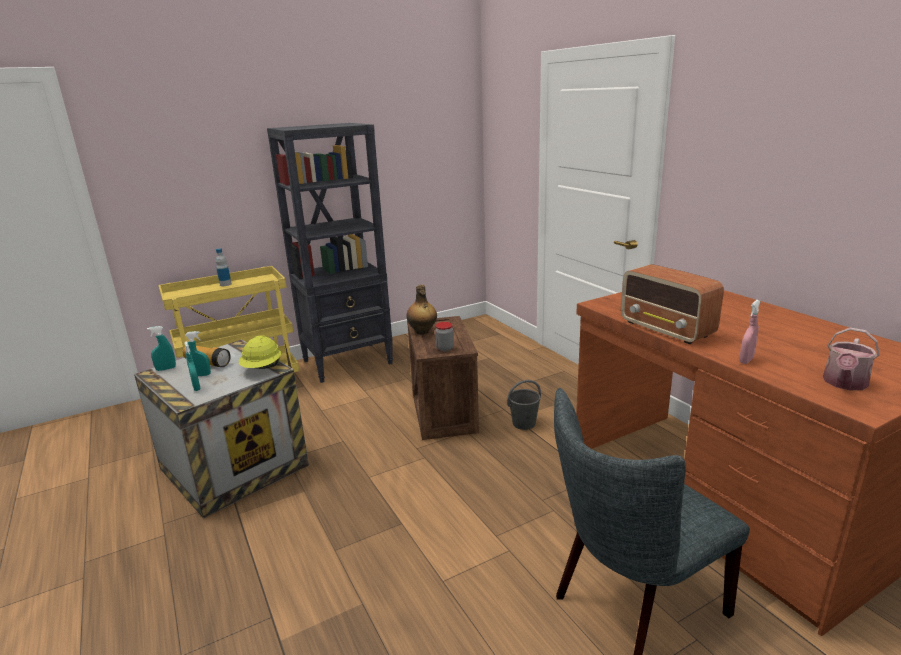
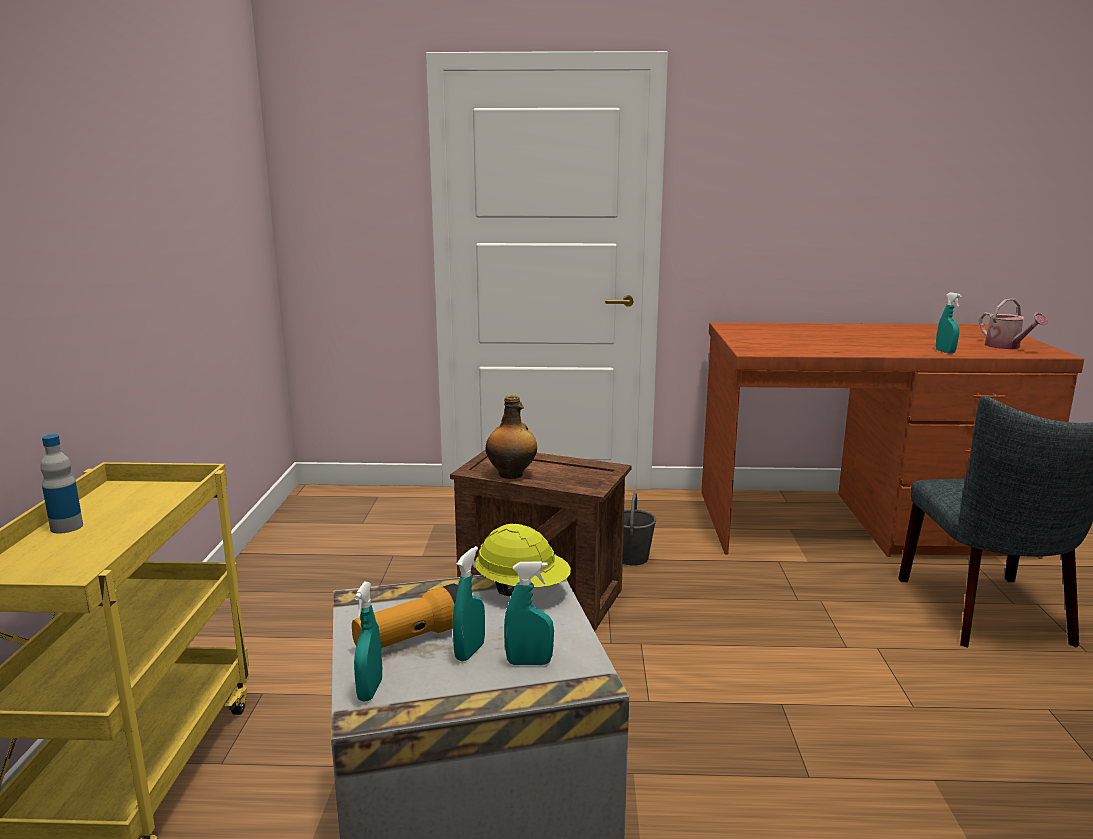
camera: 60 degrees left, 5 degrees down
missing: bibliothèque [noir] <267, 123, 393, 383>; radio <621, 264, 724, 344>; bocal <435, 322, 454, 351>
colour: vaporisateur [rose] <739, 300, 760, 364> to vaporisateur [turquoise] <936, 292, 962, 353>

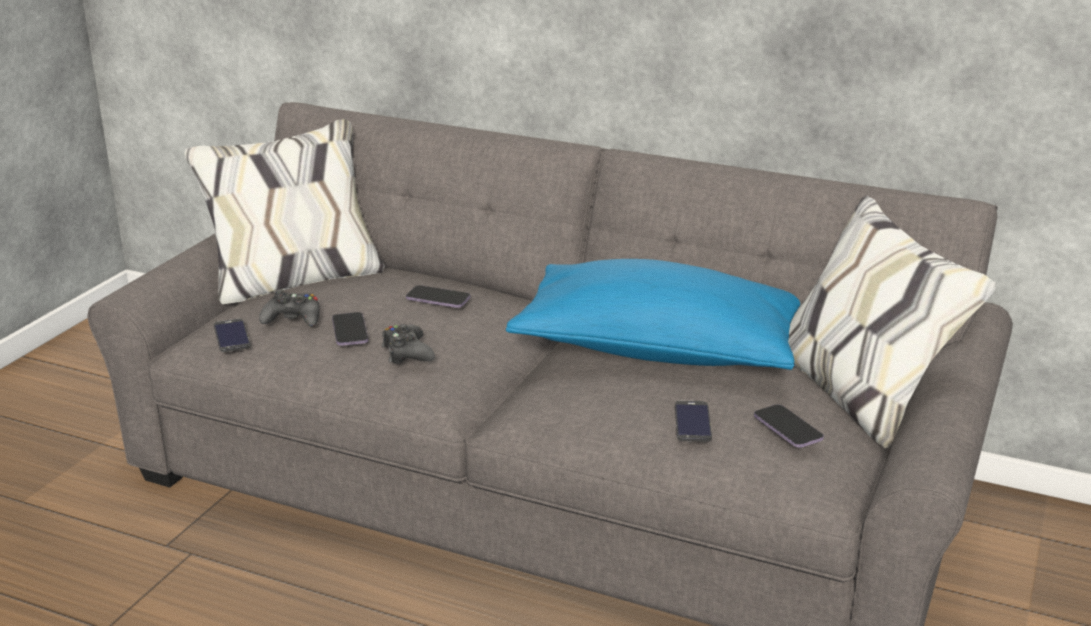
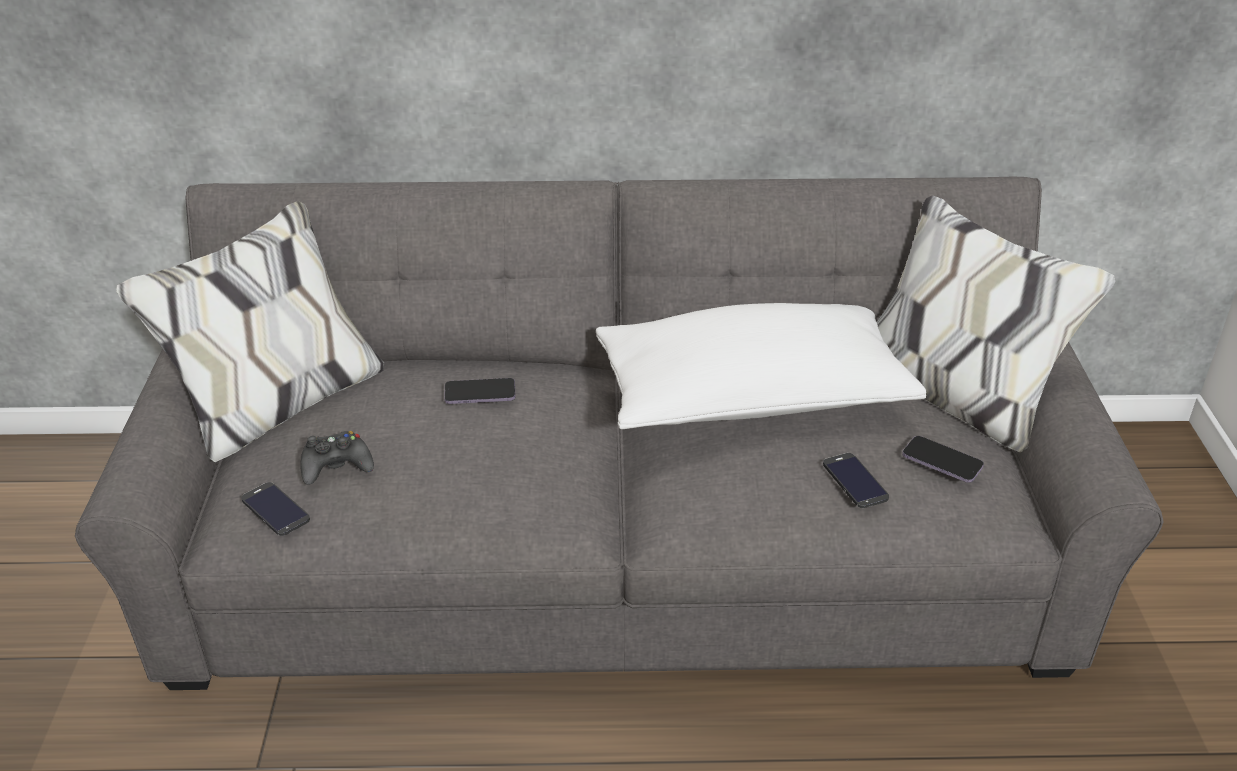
camera: 25 degrees left, 10 degrees up
missing: téléphone <332, 312, 368, 346>; manette [noir] <382, 324, 435, 364>
colour: coussin [bleu] <506, 259, 800, 370> to coussin [blanc] <596, 303, 926, 429>

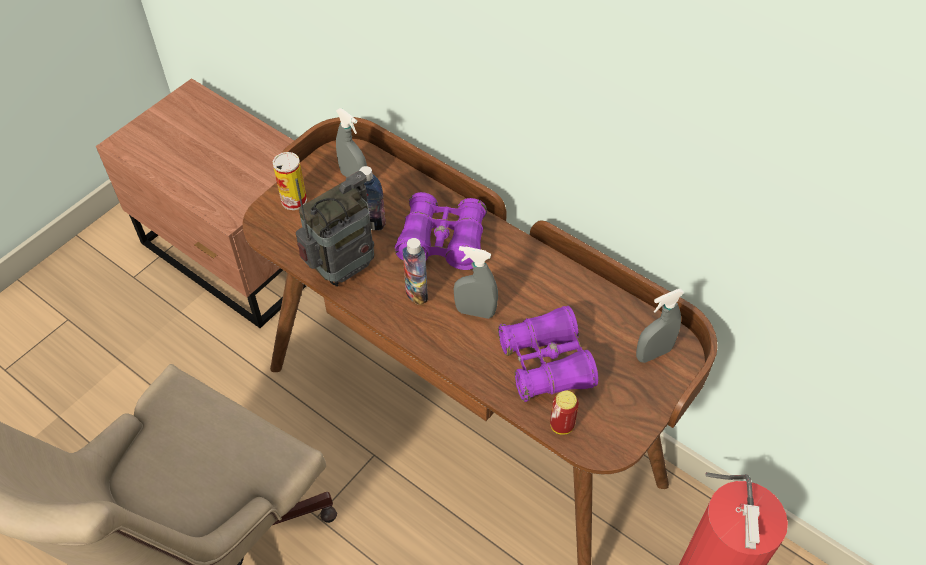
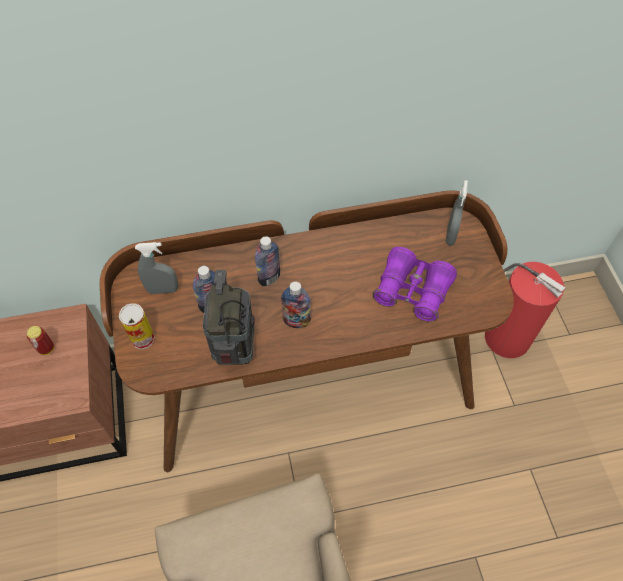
camera: 50 degrees left, 5 degrees up
missing: vaporisateur [gris] <454, 246, 498, 319>
relocated: boîte métallique <550, 391, 579, 435> to <27, 326, 54, 355>
exchanged: jumelles [violet] <395, 192, 487, 270> to bouteille <255, 236, 280, 286>

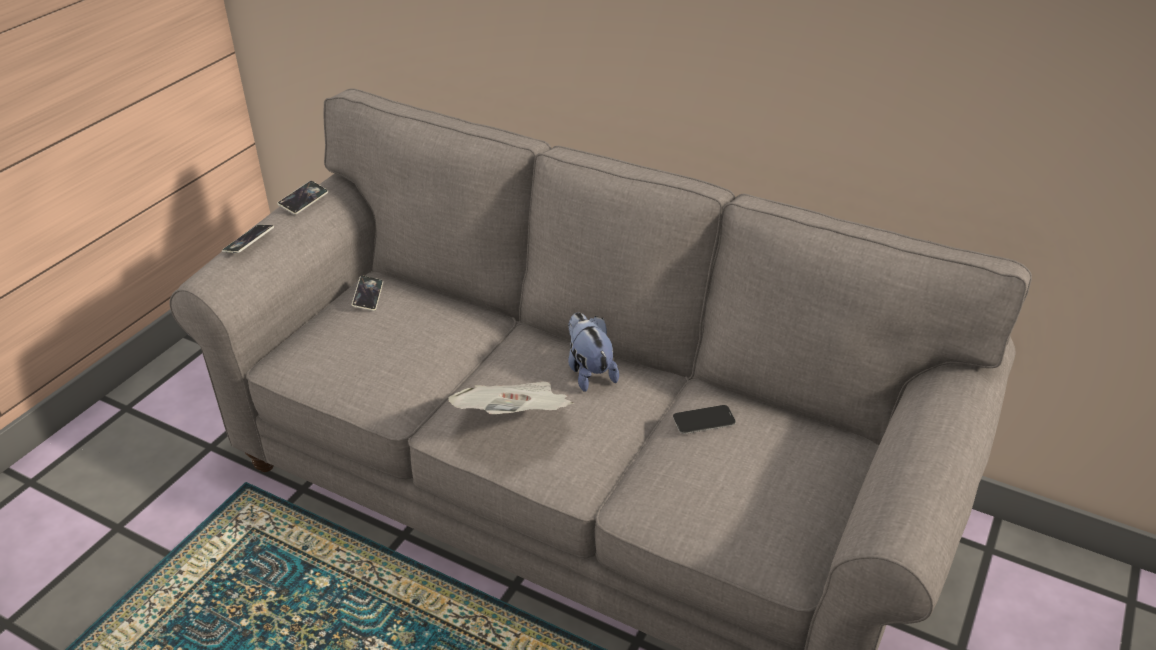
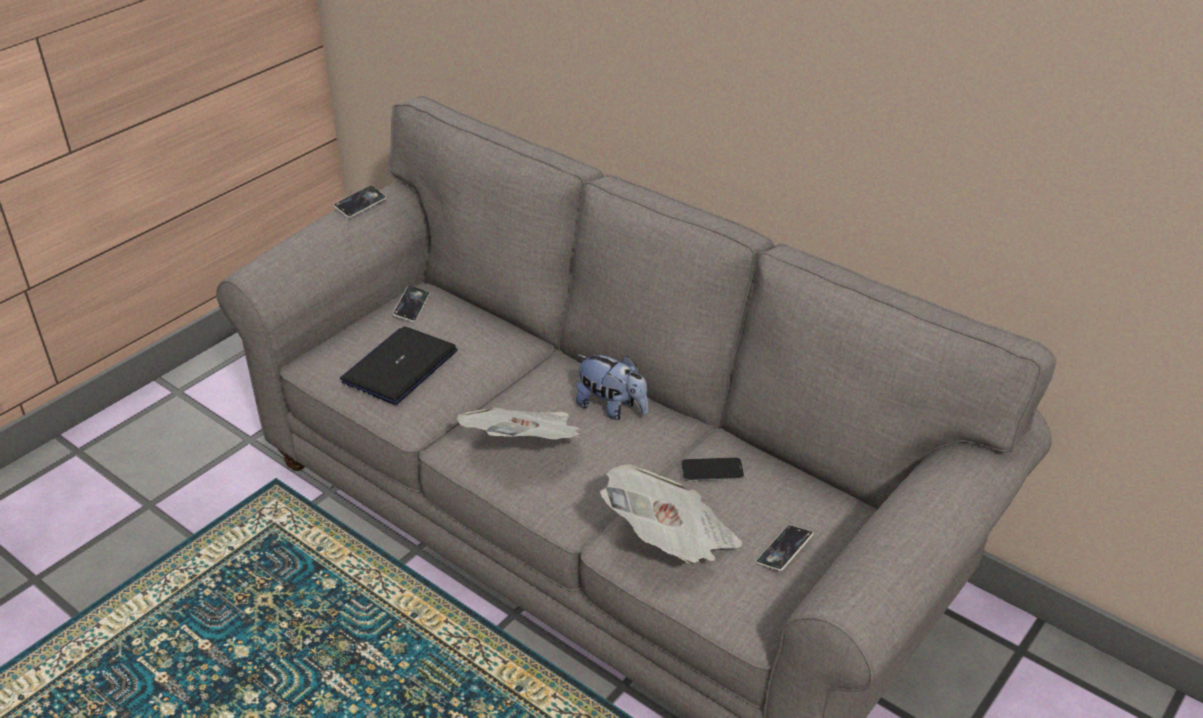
camera: 10 degrees right, 0 degrees up
appeared: ordinateur portable <340, 326, 458, 405>; journal <600, 464, 742, 564>
relocated: téléphone <222, 225, 274, 253> to <756, 525, 813, 571>
spun: peluche <568, 312, 619, 392> = <576, 355, 648, 420> 135 degrees clockwise

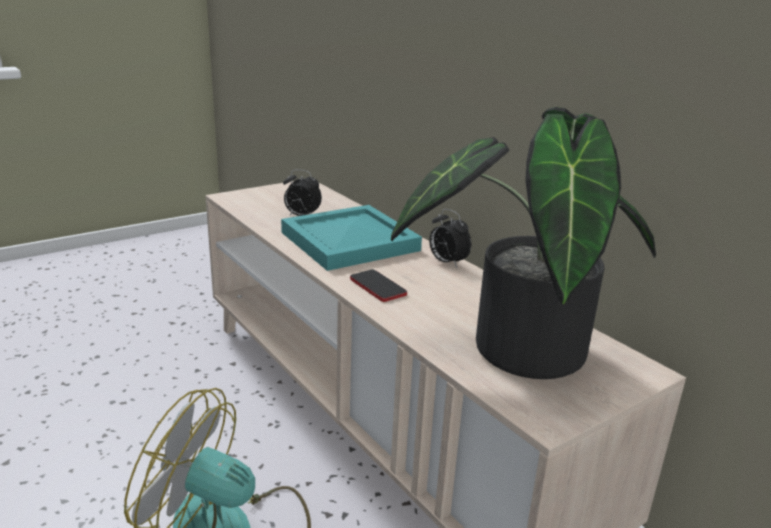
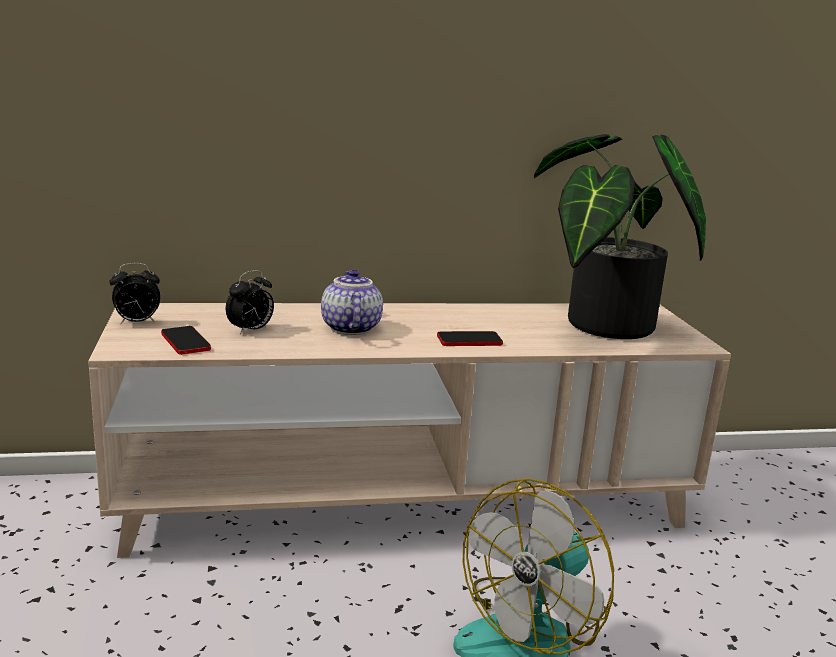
camera: 65 degrees left, 5 degrees down
appeared: téléphone <161, 326, 211, 355>
relocated: réveil <429, 209, 471, 268> to <110, 263, 160, 324>
exchanged: plateau [turquoise] <281, 205, 422, 271> to théière <321, 269, 383, 335>

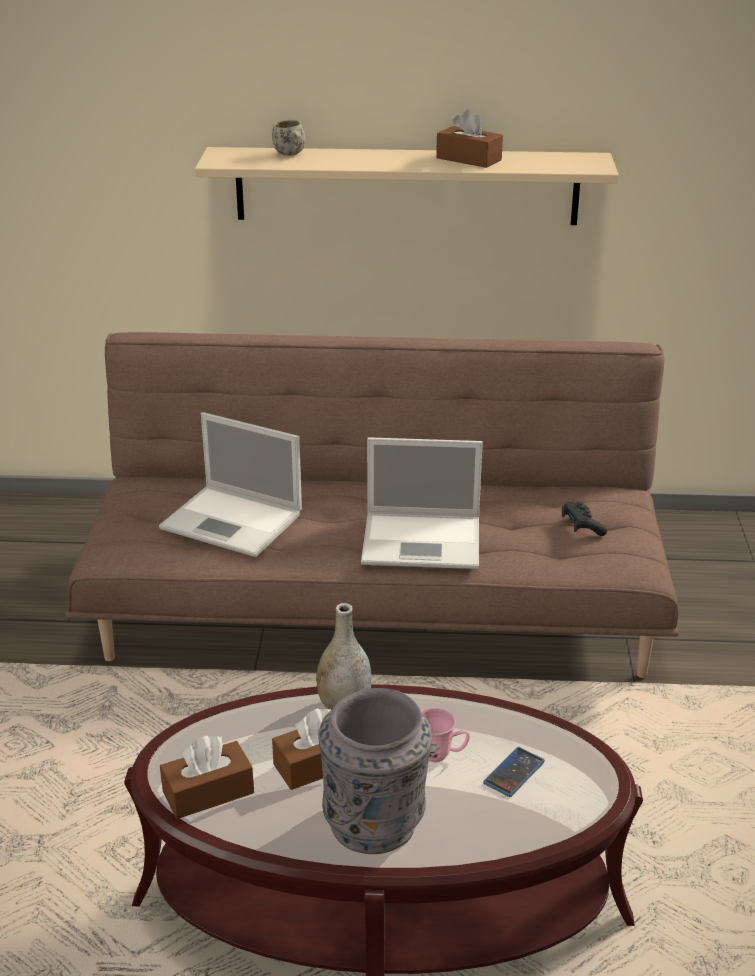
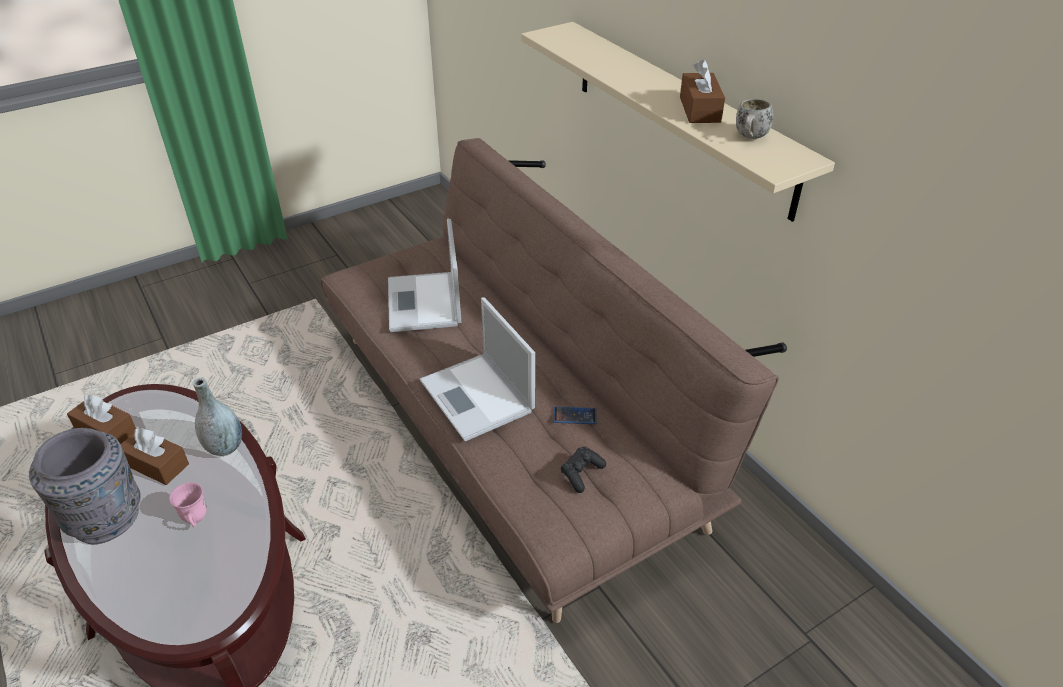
camera: 55 degrees right, 10 degrees up
relocated: mug [blanc] <272, 120, 305, 156> to <736, 99, 773, 139>; téléphone <483, 747, 545, 797> to <553, 407, 597, 424>

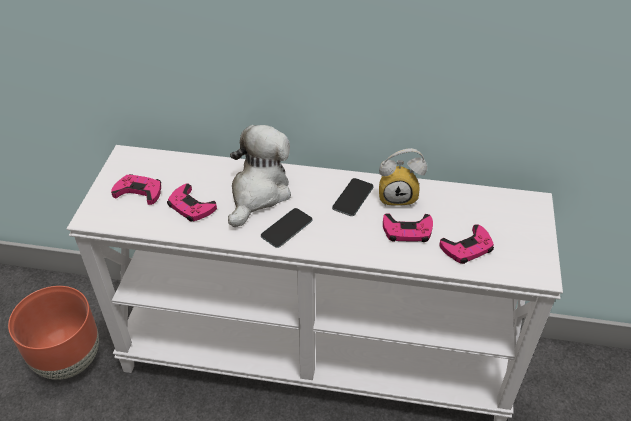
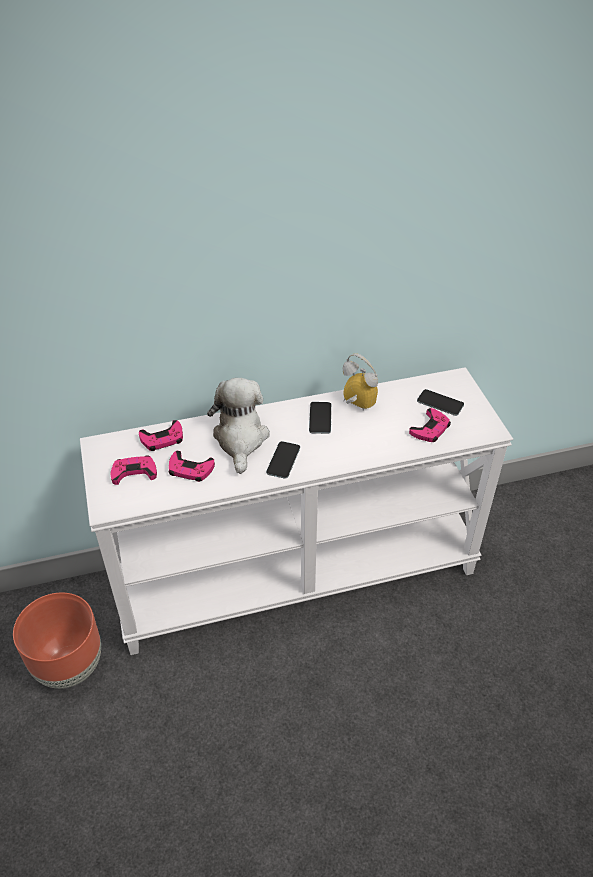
camera: 25 degrees left, 0 degrees up
appeared: téléphone <417, 389, 464, 416>
relocated: manette [rose] <383, 213, 433, 242> to <139, 420, 183, 451>
spun: réveil <379, 148, 427, 206> = <343, 353, 378, 411> 120 degrees counterclockwise

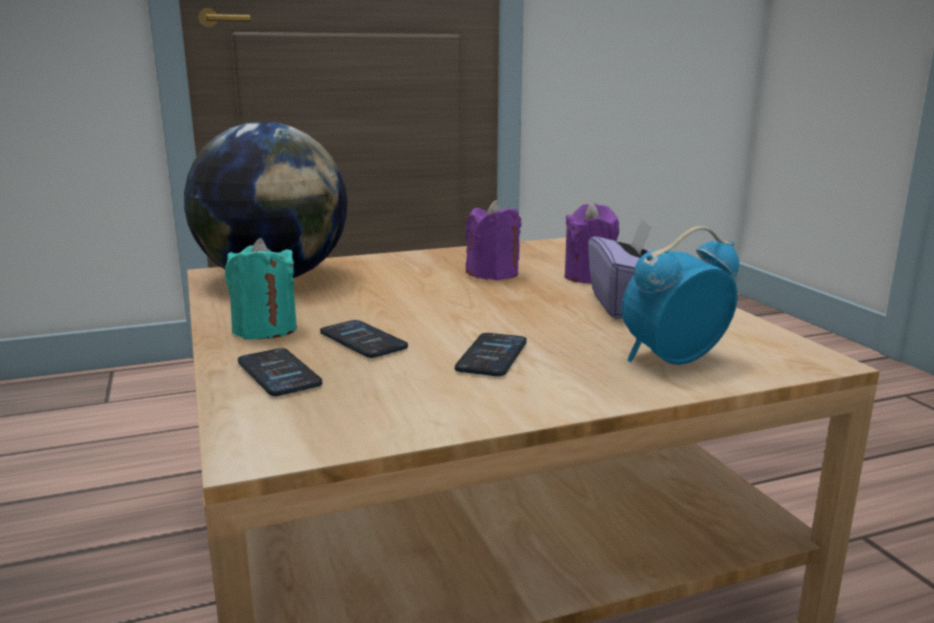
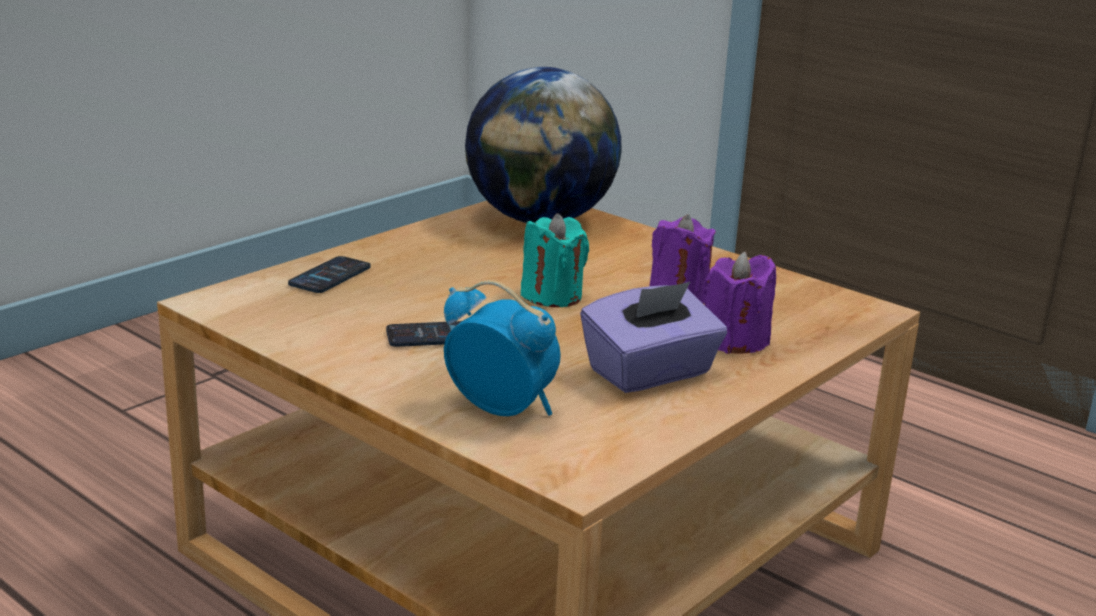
camera: 60 degrees right, 5 degrees up
missing: téléphone <320, 320, 408, 358>
relocated: bougie [turquoise] <225, 238, 297, 340> to <521, 213, 589, 307>

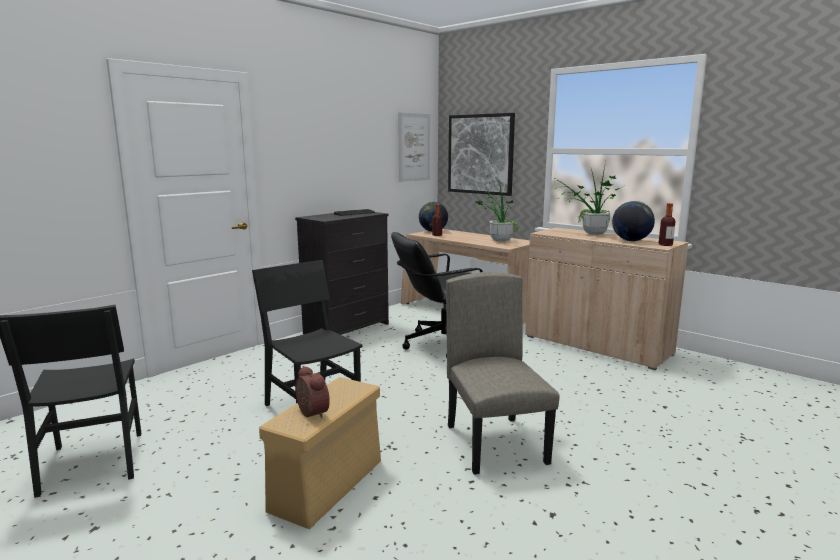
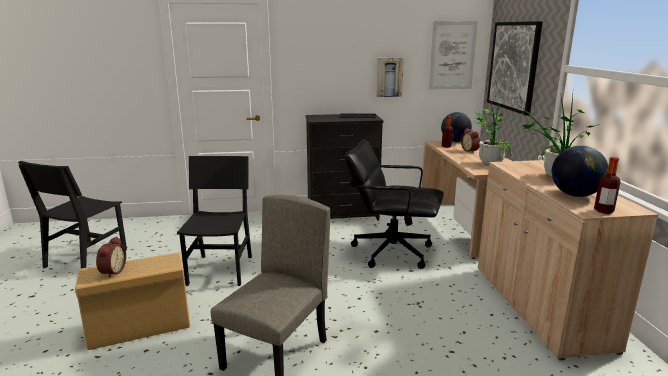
camera: 40 degrees right, 5 degrees up
appeared: tableau <376, 57, 404, 97>; réveil <461, 128, 480, 153>

